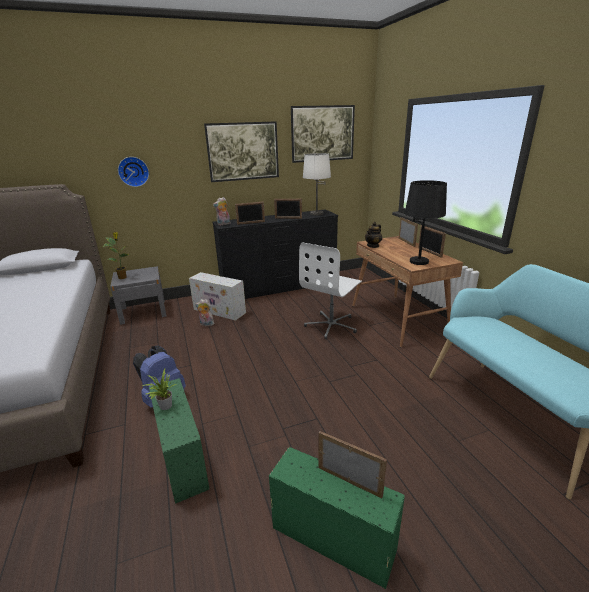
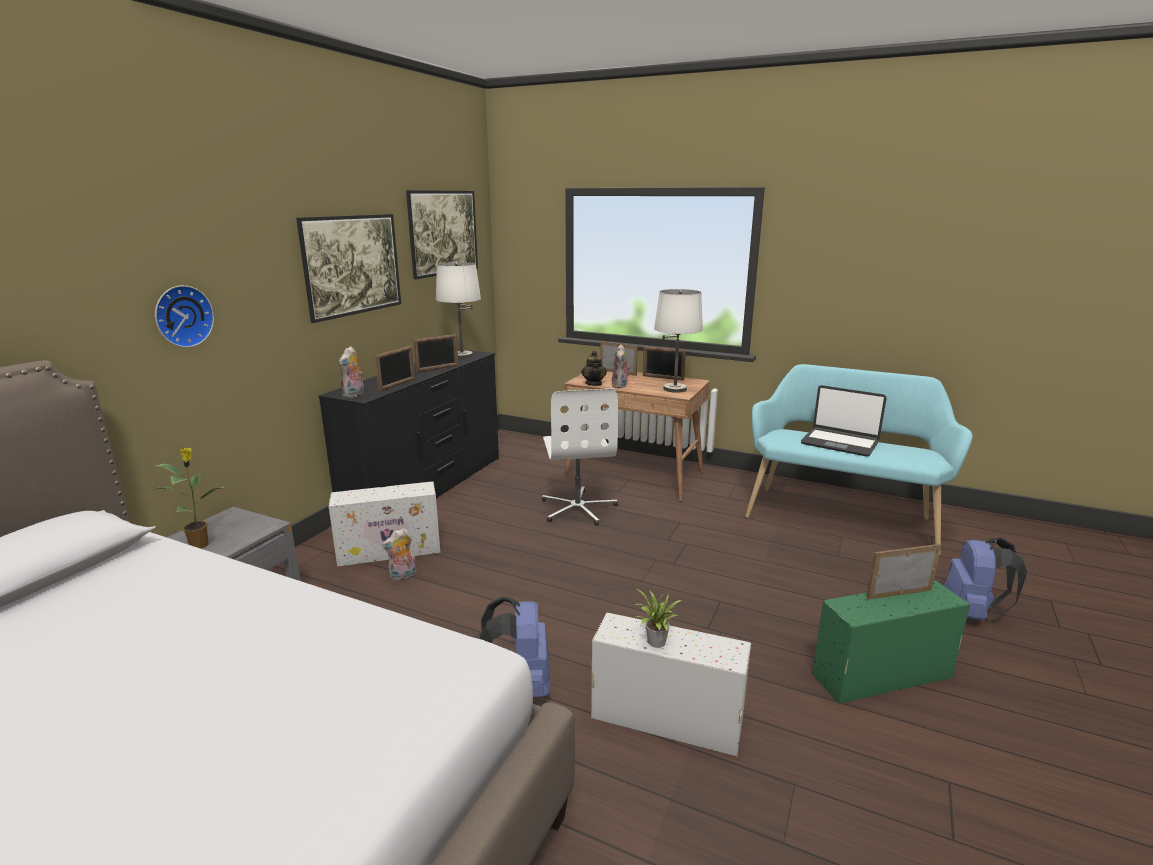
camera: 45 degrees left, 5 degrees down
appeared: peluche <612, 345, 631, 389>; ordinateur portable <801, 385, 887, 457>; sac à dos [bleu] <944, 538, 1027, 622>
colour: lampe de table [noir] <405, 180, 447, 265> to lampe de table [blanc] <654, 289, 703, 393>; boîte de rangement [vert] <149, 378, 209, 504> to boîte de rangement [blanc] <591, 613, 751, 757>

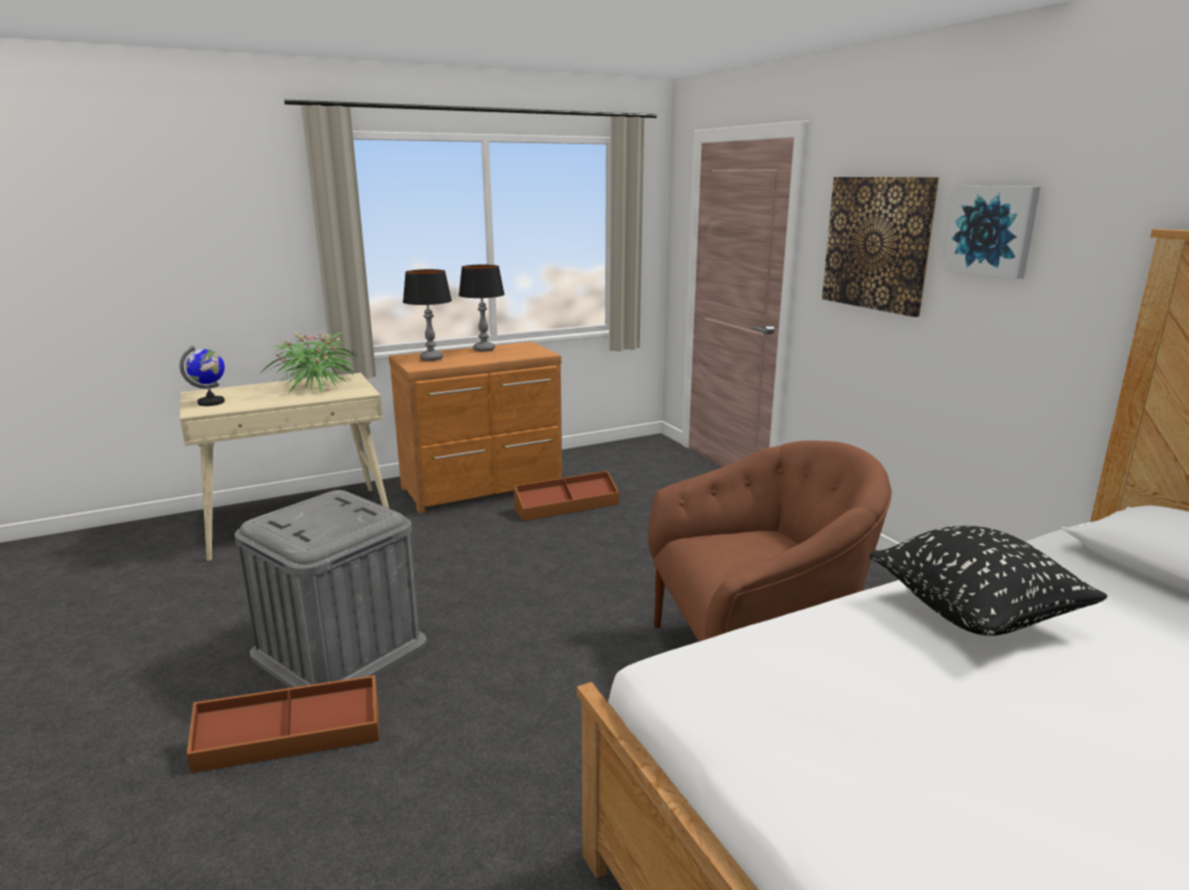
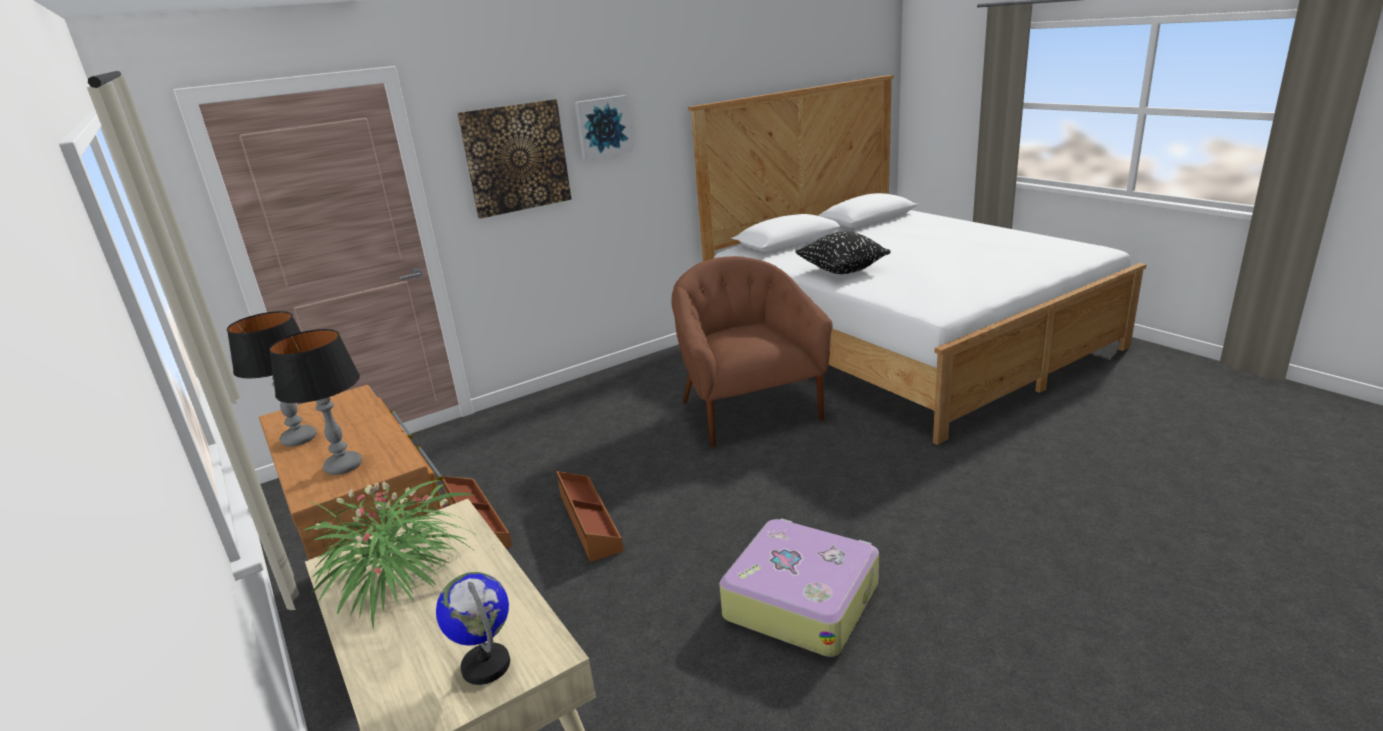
camera: 95 degrees left, 5 degrees up
relocated: boîte de rangement [marron] <187, 675, 379, 773> to <556, 471, 624, 562>
exchanged: boîte de rangement [gris] <235, 490, 426, 688> to valise <719, 518, 879, 657>

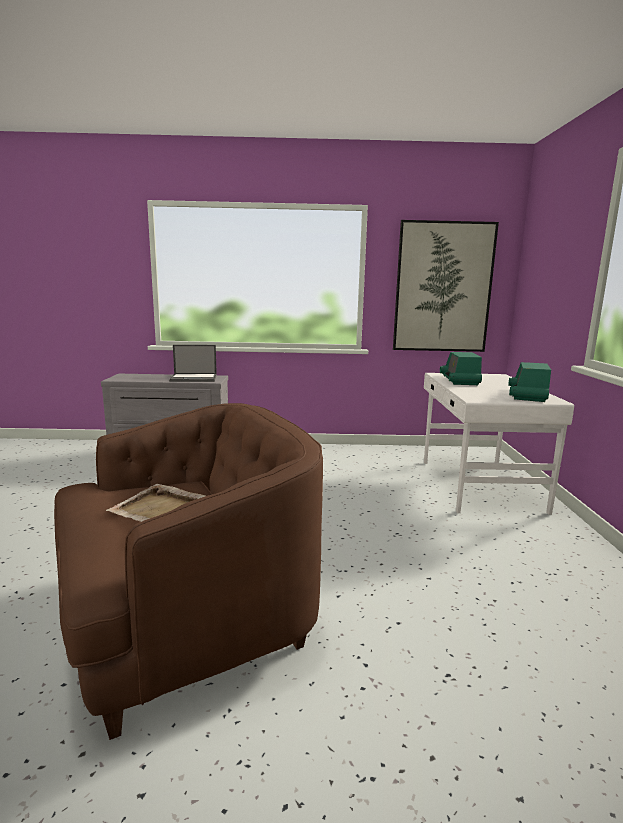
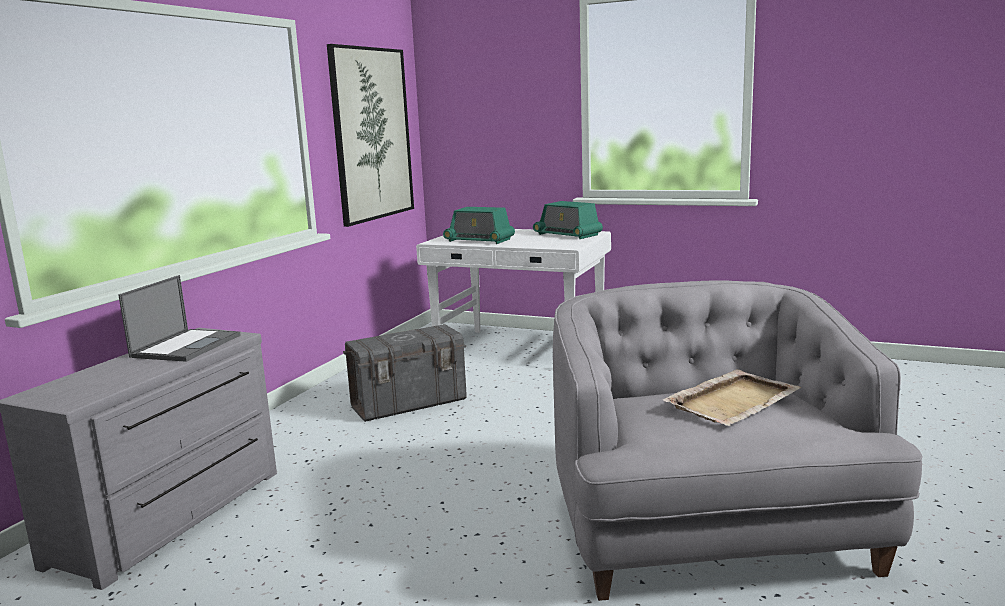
camera: 65 degrees left, 0 degrees up
appeared: boîte de rangement [gris] <343, 324, 467, 422>
colour: fauteuil [marron] <54, 403, 323, 740> to fauteuil [gris] <553, 281, 923, 601>

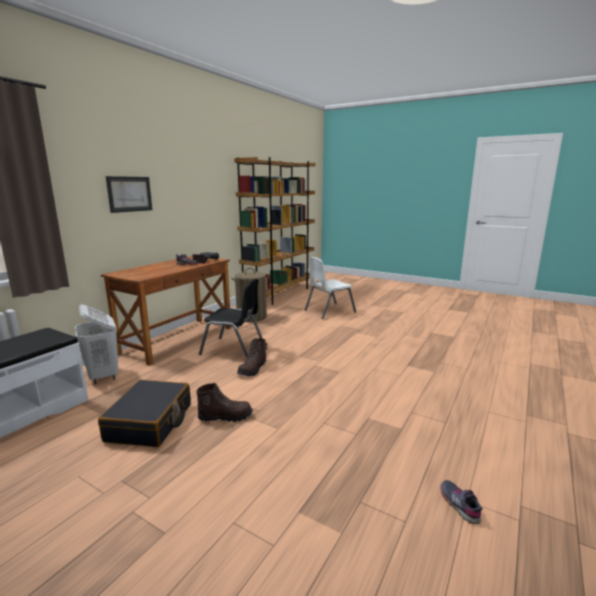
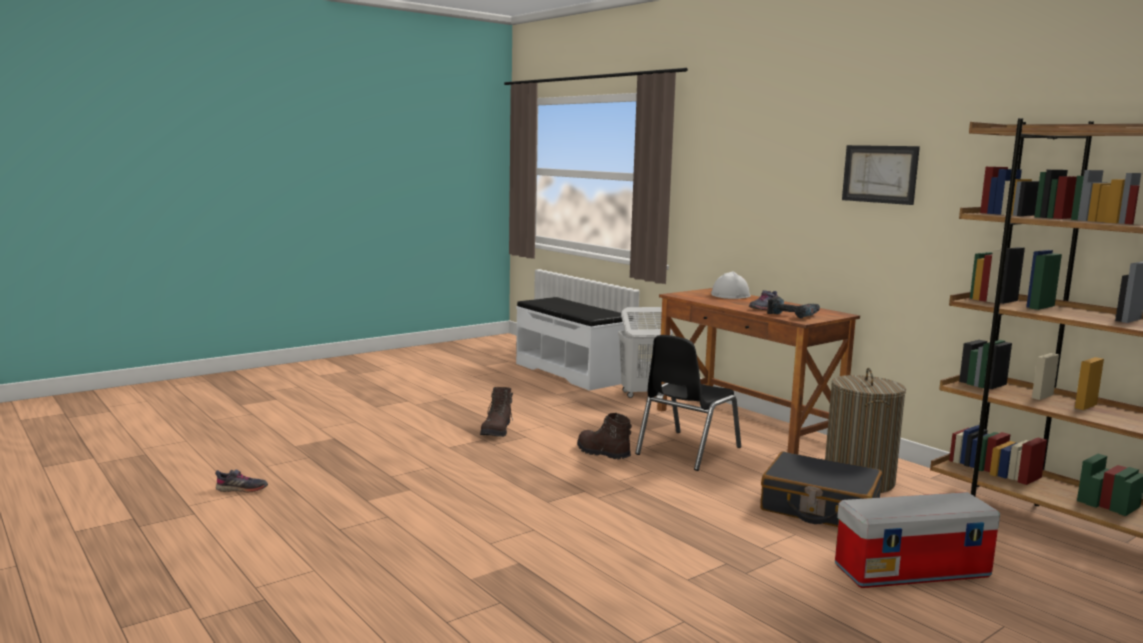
camera: 110 degrees right, 5 degrees down
appeared: casque de chantier [blanc] <711, 271, 751, 299>
relocated: tableau <106, 176, 152, 213> to <842, 145, 920, 205>; valise [noir] <98, 380, 191, 447> to <760, 452, 882, 527>
exchanged: chaise [blanc] <305, 257, 356, 319> to boîte de rangement <835, 492, 1000, 588>

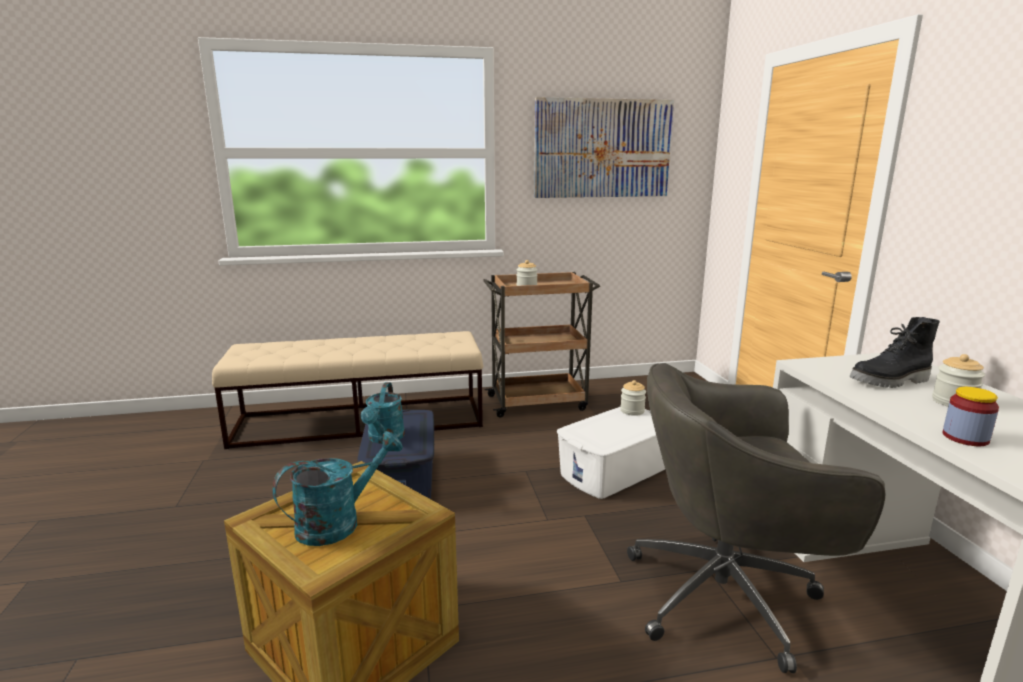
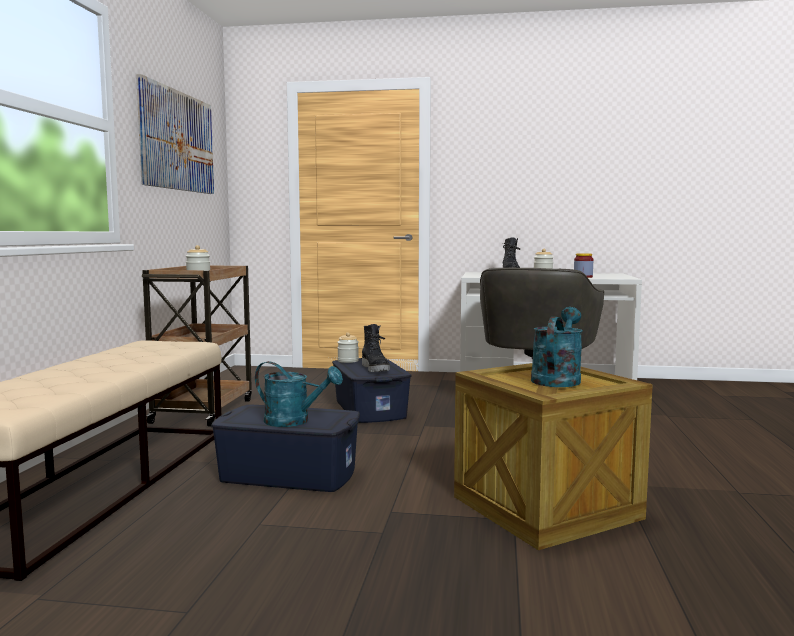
camera: 70 degrees left, 10 degrees down
appeared: botte [noir] <362, 324, 390, 372>
colour: boîte de rangement [blanc] <557, 407, 665, 499> to boîte de rangement [bleu] <332, 358, 412, 423>
spun: arrosoir [turquoise] <272, 431, 403, 546> = <531, 307, 583, 387> 45 degrees clockwise

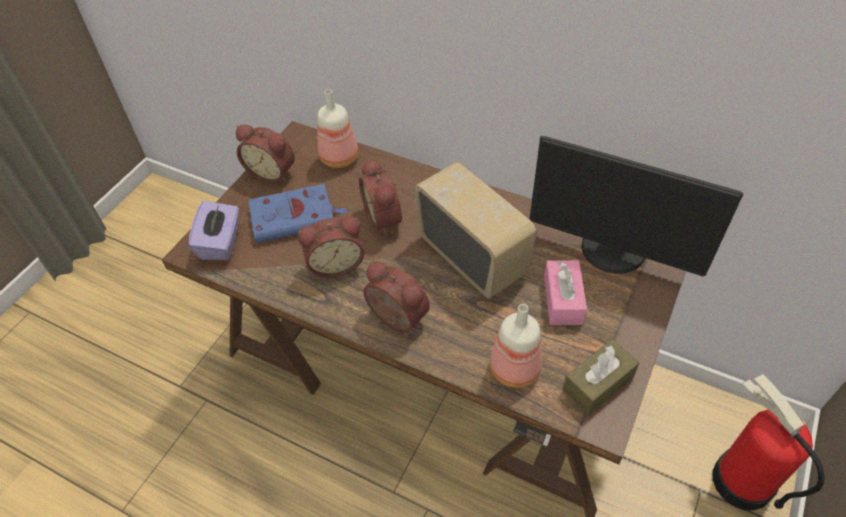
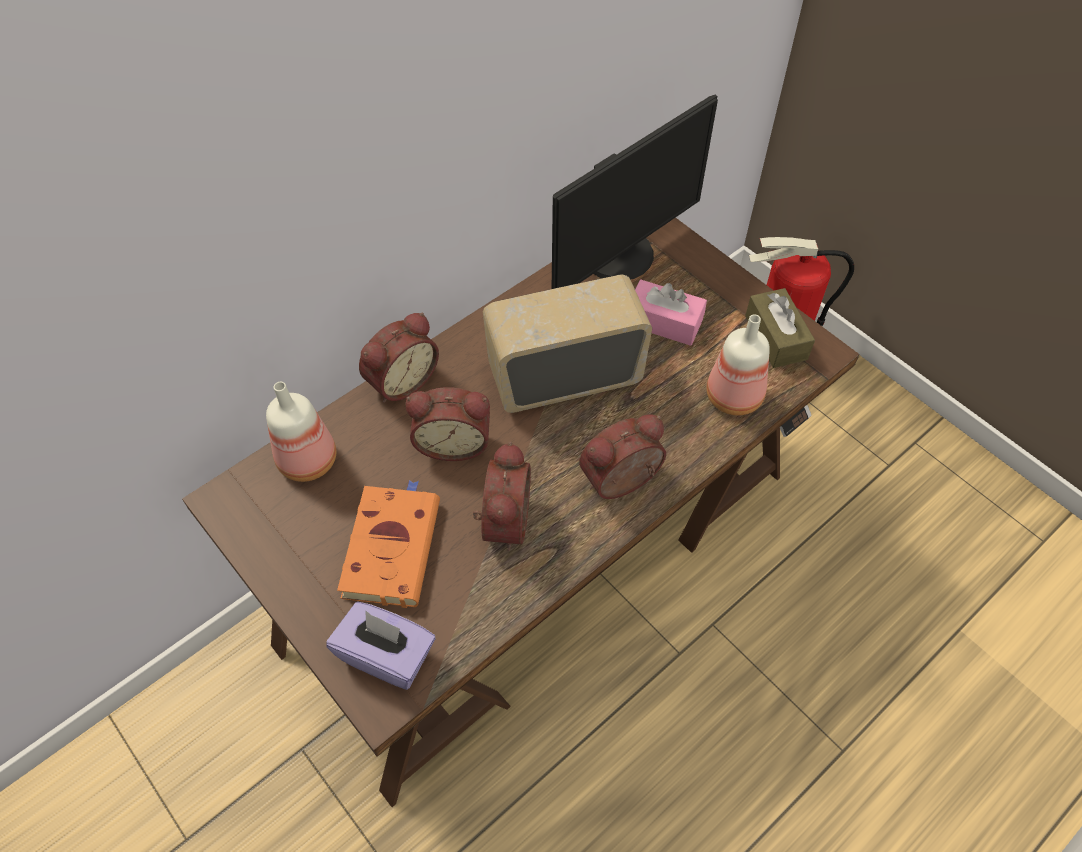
camera: 70 degrees left, 5 degrees up
relocated: réveil <236, 124, 295, 183> to <359, 312, 439, 403>
colour: livre [bleu] <249, 184, 347, 243> to livre [orange] <337, 480, 440, 608>

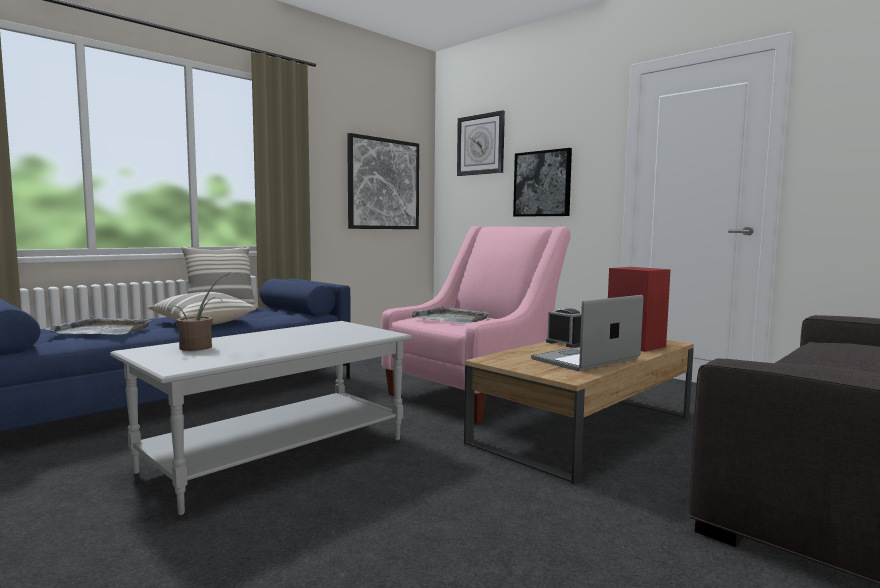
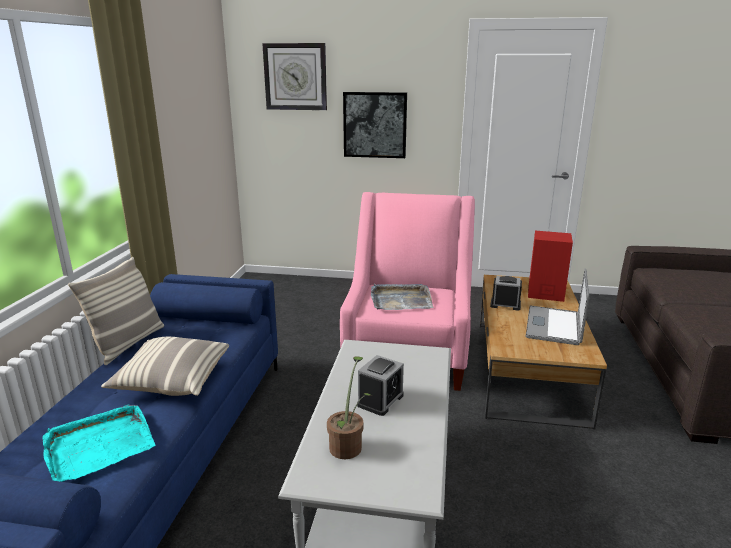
camera: 35 degrees left, 15 degrees up
missing: tableau <347, 133, 419, 229>
appeared: réveil <357, 355, 404, 416>
colour: plateau [gris] <46, 316, 151, 335> to plateau [turquoise] <43, 405, 155, 482>

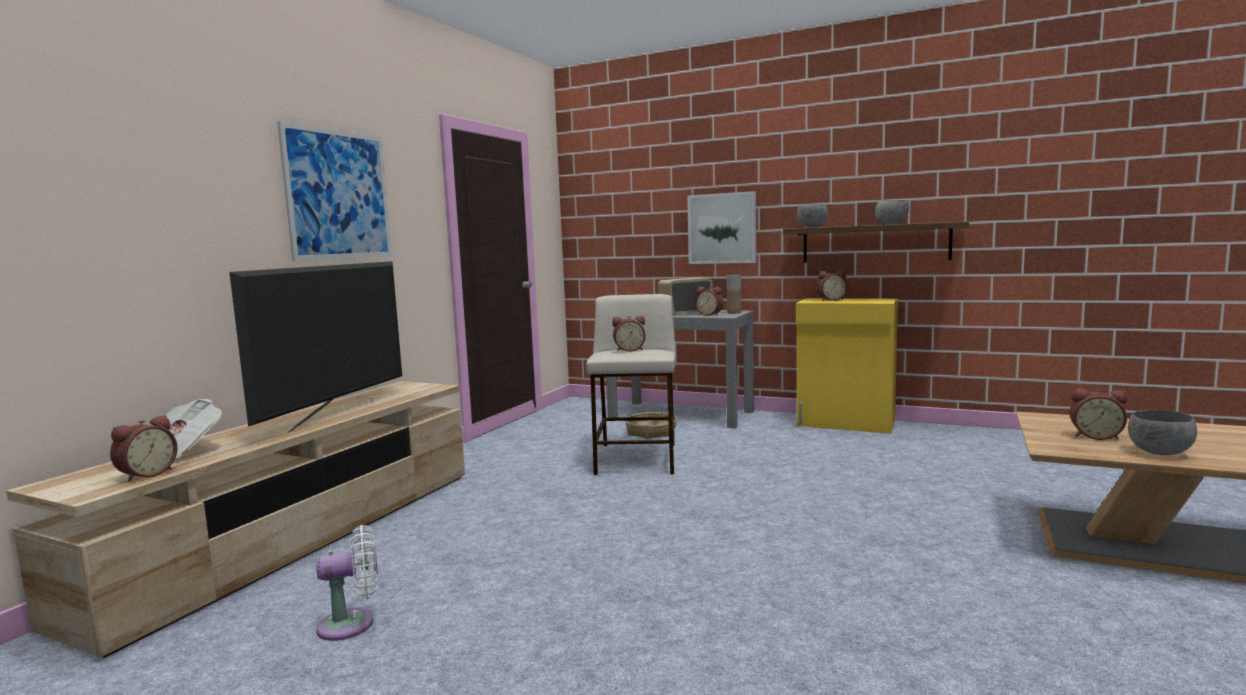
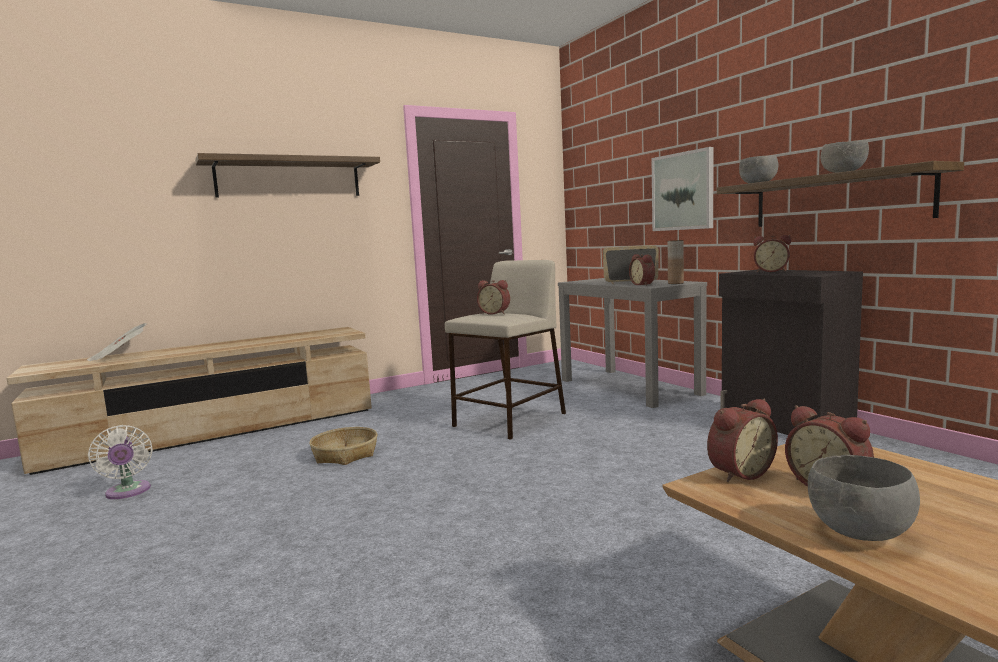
camera: 35 degrees right, 0 degrees up
missing: téléviseur <229, 261, 402, 433>
relocated: panier <625, 412, 677, 439> to <310, 427, 378, 465>; réveil <110, 415, 178, 482> to <707, 399, 778, 482>
exchanged: tableau <277, 121, 392, 261> to étagère <195, 153, 380, 198>
colour: meuble de rangement [jaune] <796, 298, 898, 434> to meuble de rangement [noir] <719, 270, 863, 435>
spun: ventilateur [blanc] <316, 525, 378, 641> = <88, 425, 153, 499> 45 degrees clockwise

